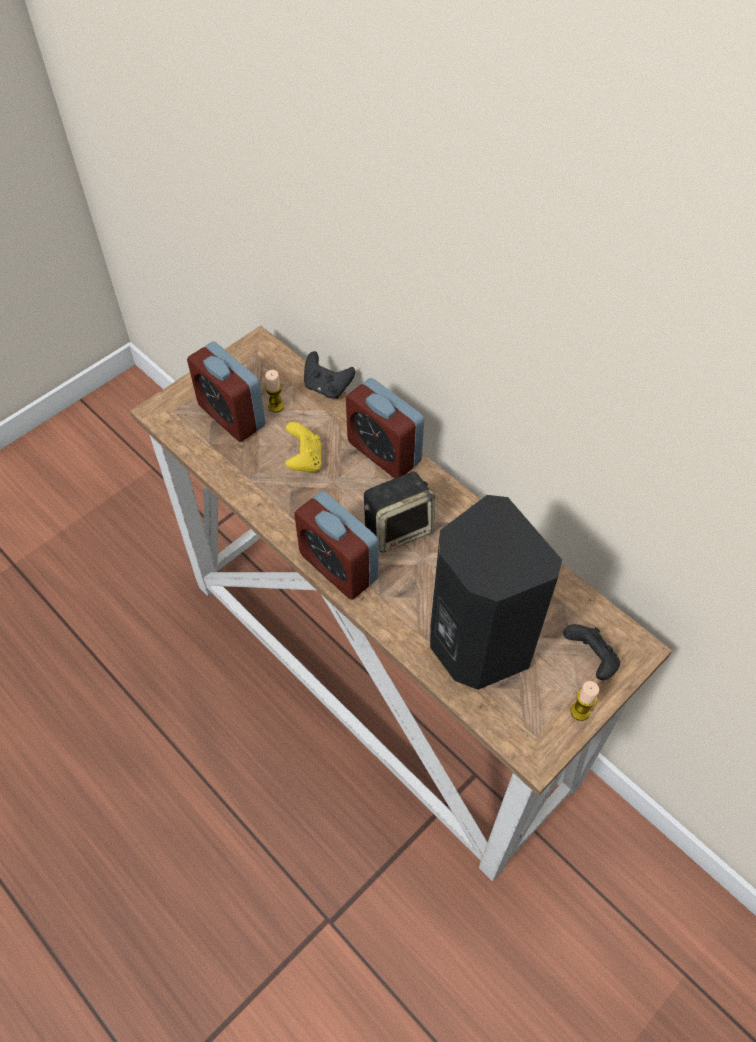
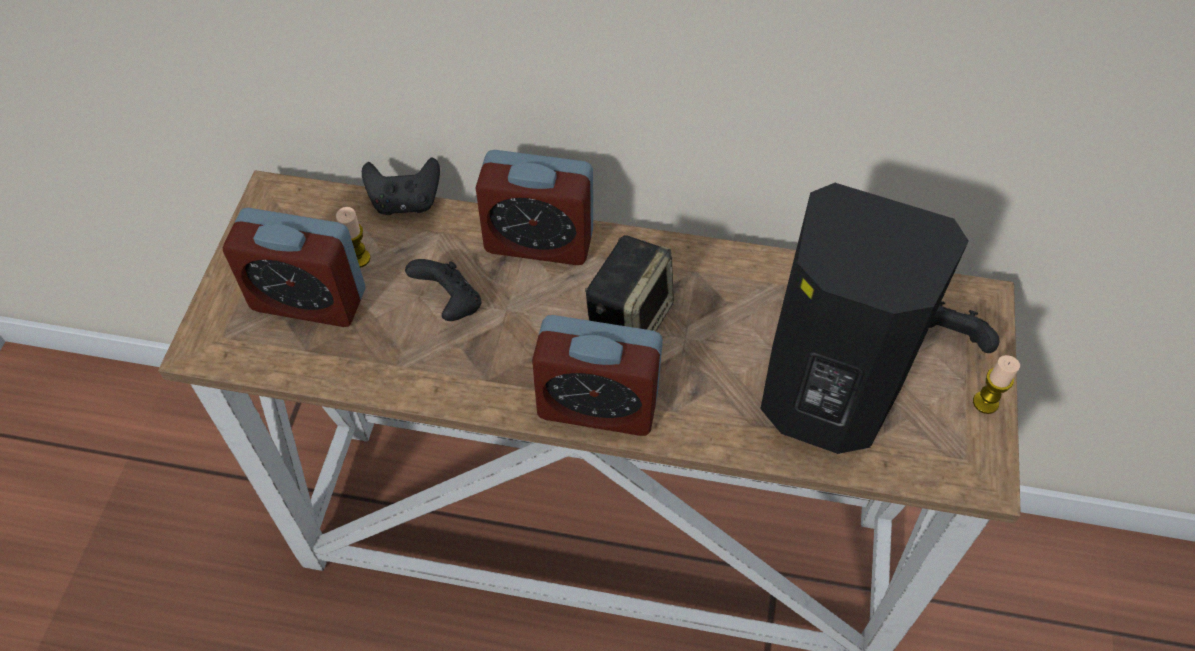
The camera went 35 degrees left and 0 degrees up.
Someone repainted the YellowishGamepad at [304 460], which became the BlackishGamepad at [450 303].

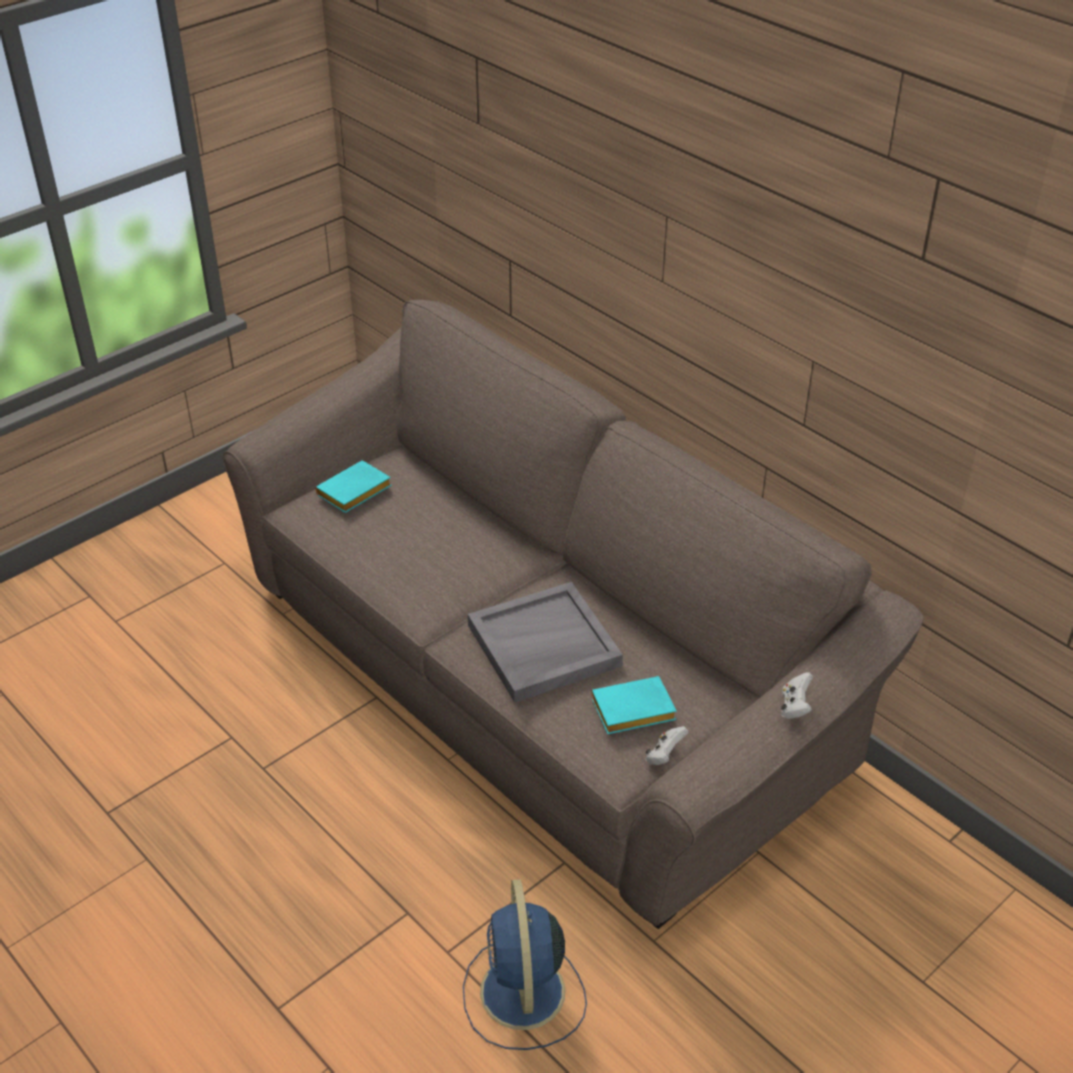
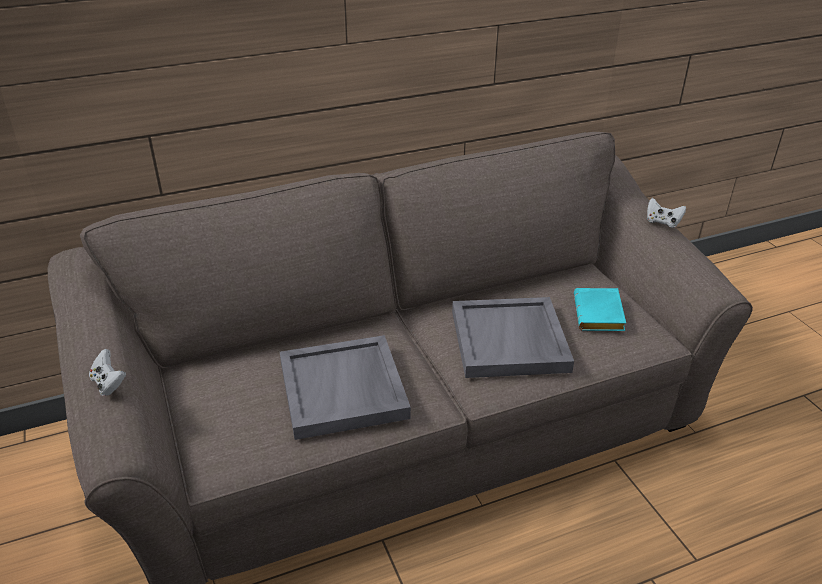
The camera went 70 degrees left and 5 degrees down.
Someone took away the TurquoiseColouredBoundBook at [354 493].
Someone carried the WhitishGamepad from [664 755] to [109 384].
Someone took away the BlueCoolingFan at [523 995].
Someone put down the GrayCarryingTray at [344 390].

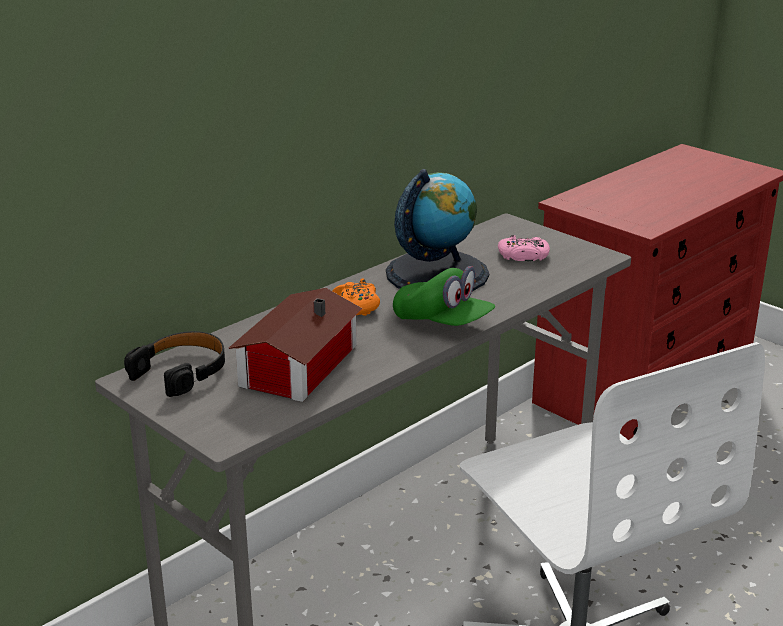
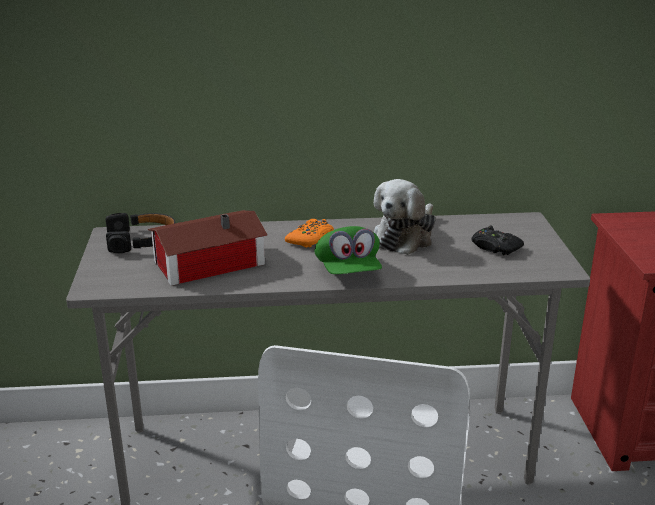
The camera went 40 degrees right and 0 degrees up.
Someone swapped the DeskGlobe at [437 273] for the SoftToy at [405 237].
Someone repainted the PinkColouredGamepad at [523 256], which became the BlackishGamepad at [495 247].

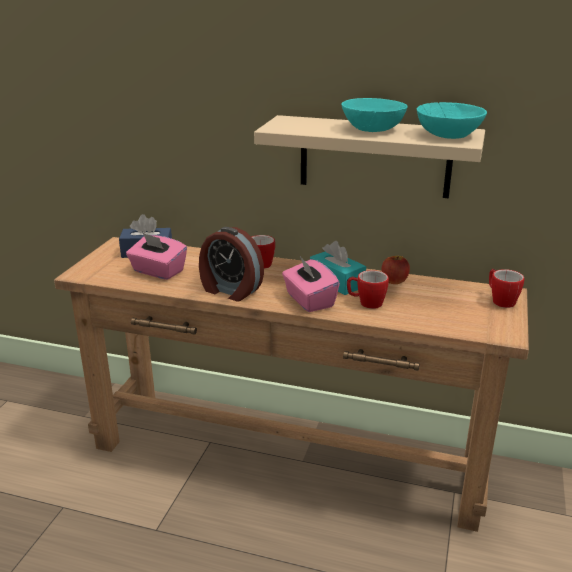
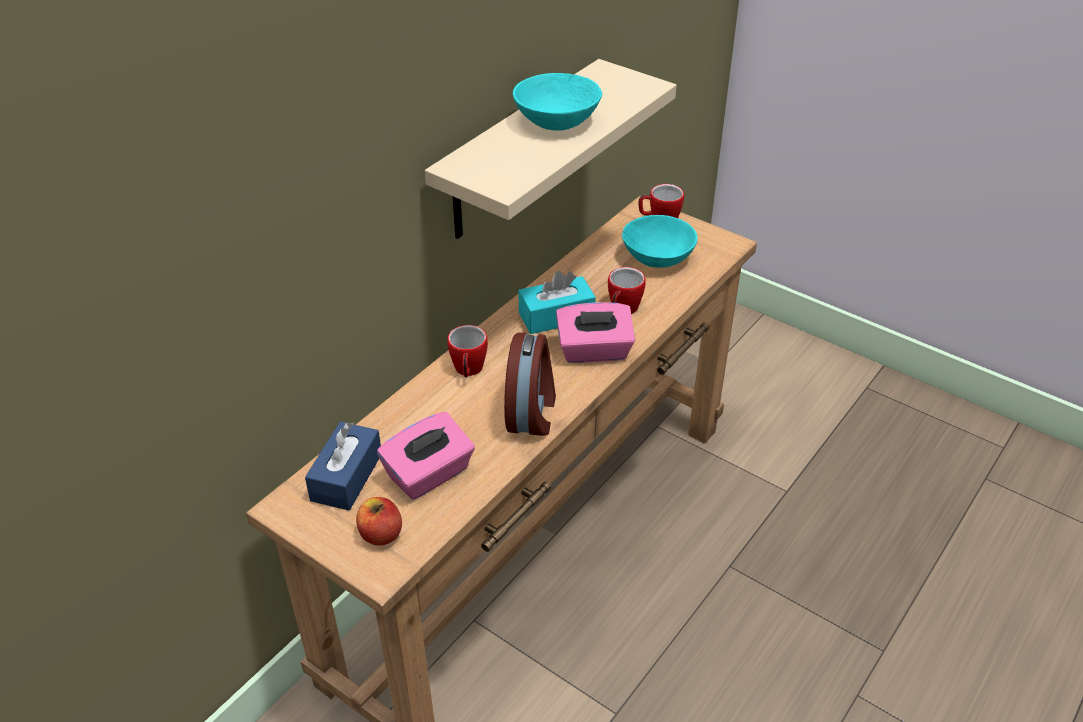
The camera went 70 degrees left and 15 degrees up.
Someone carried the TurquoiseColouredBowl from [448 135] to [657 257].
Someone rotated the BedsideClock at [230 290] by 45 degrees counterclockwise.
Someone carried the Apple from [394 281] to [380 534].

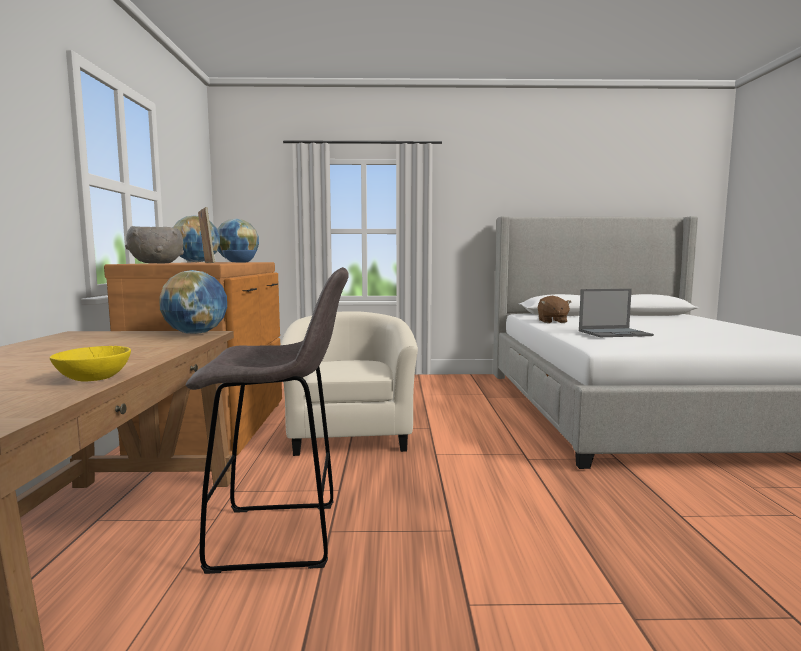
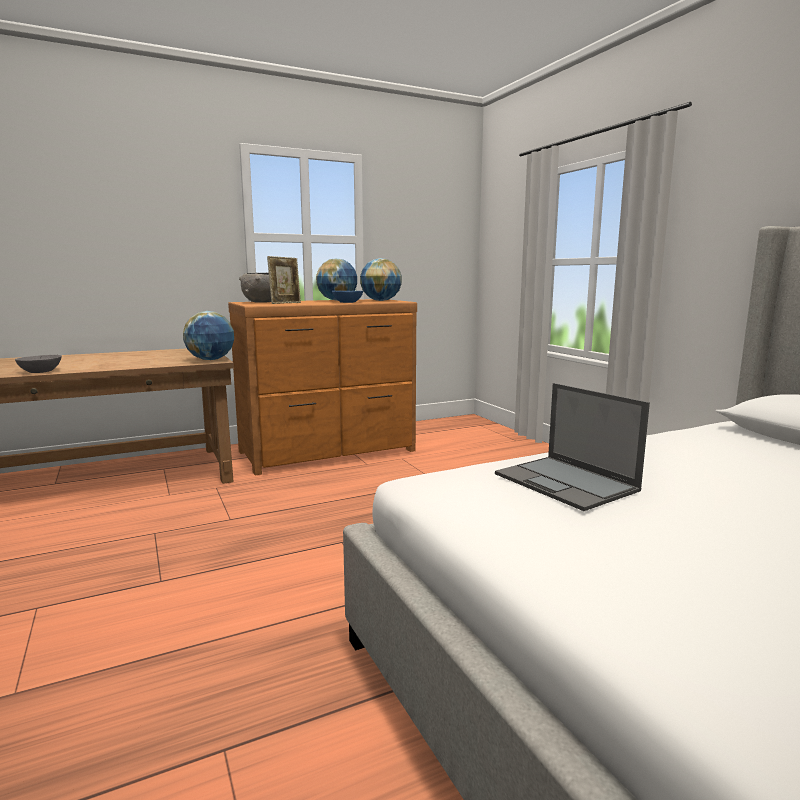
The camera went 65 degrees right and 5 degrees up.
Someone took away the GrayStool at [280 536].
Someone took away the BrownSoftToy at [552 321].
Someone took away the SandColouredArmchair at [350 434].
Someone repainted the YellowishBowl at [95 378], which became the GrayBowl at [41 371].

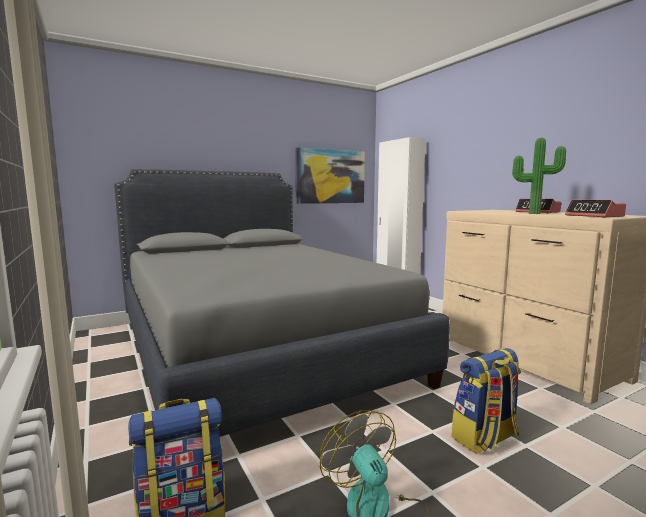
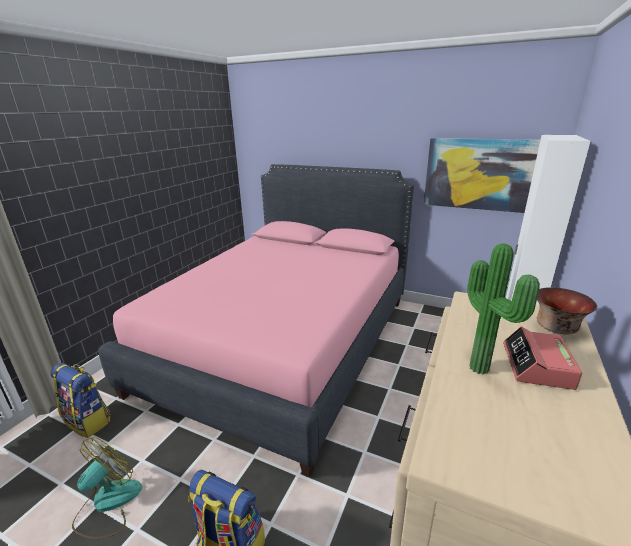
The camera went 55 degrees right and 15 degrees up.
Someone repainted the GrayBed at [256 350], which became the PinkColouredBed at [285 342].
Someone took away the BedsideClock at [594 216].
Someone put down the Bowl at [556 328].

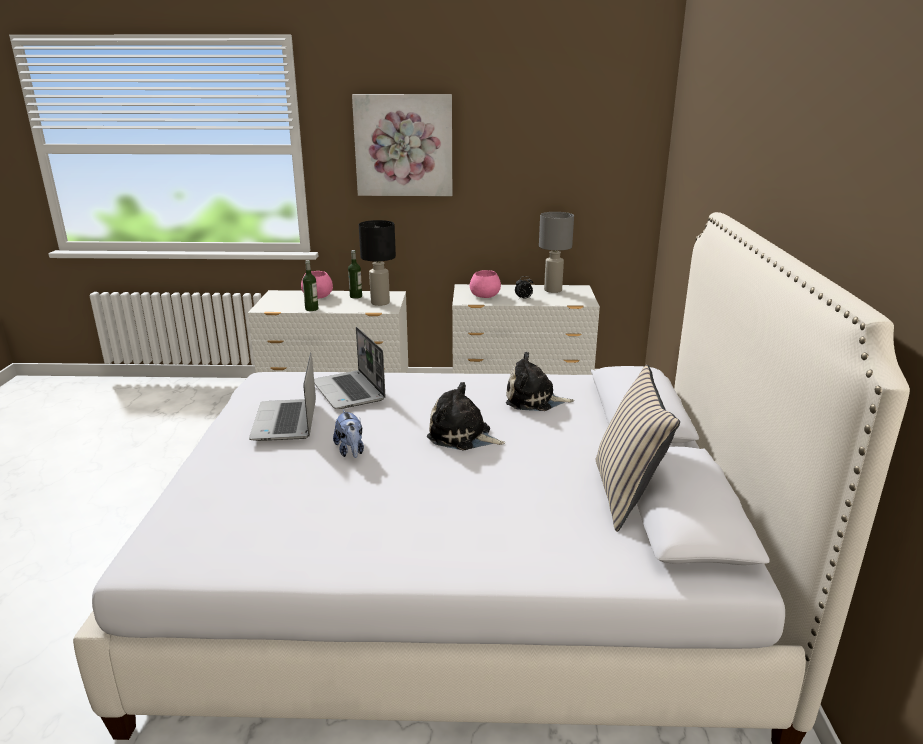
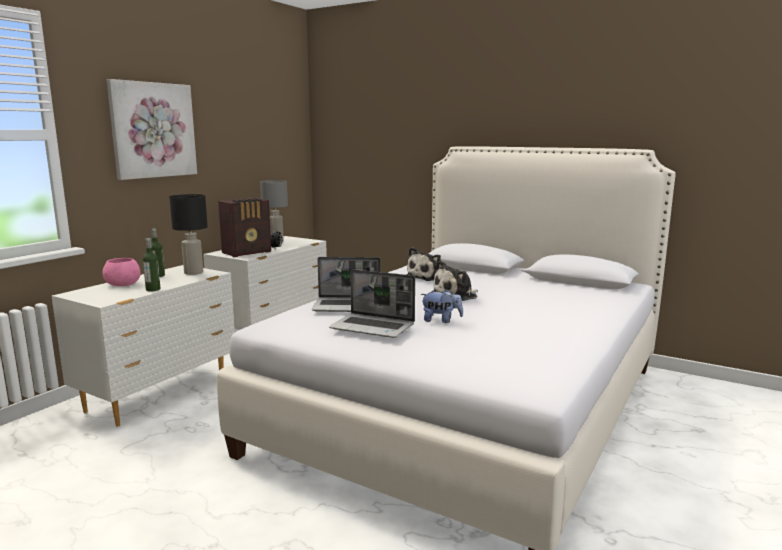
The camera went 60 degrees left and 10 degrees down.
Someone swapped the PinkColouredBowl at [485 295] for the RadioReceiver at [248 252].
Someone took away the SandColouredPillow at [626 493].

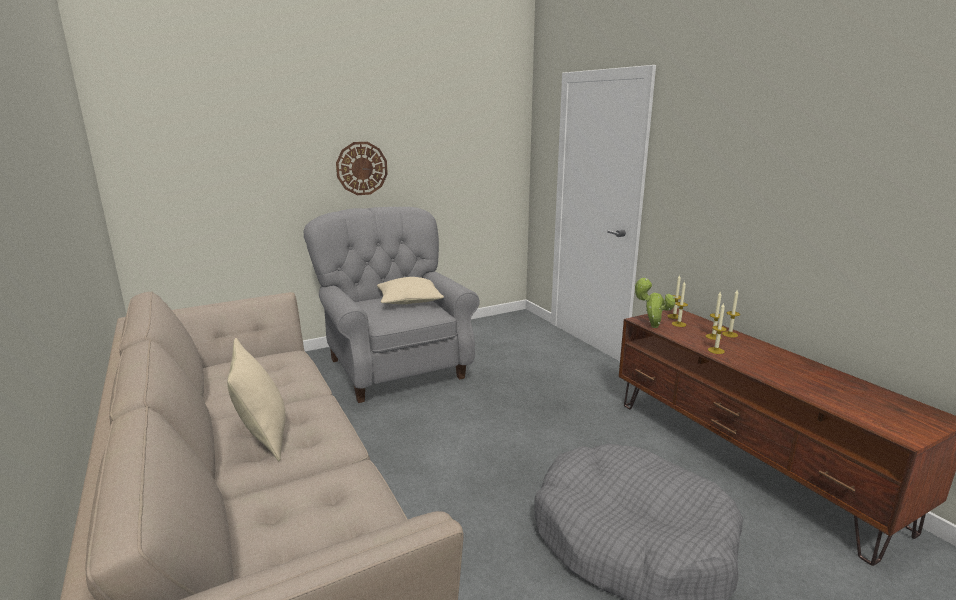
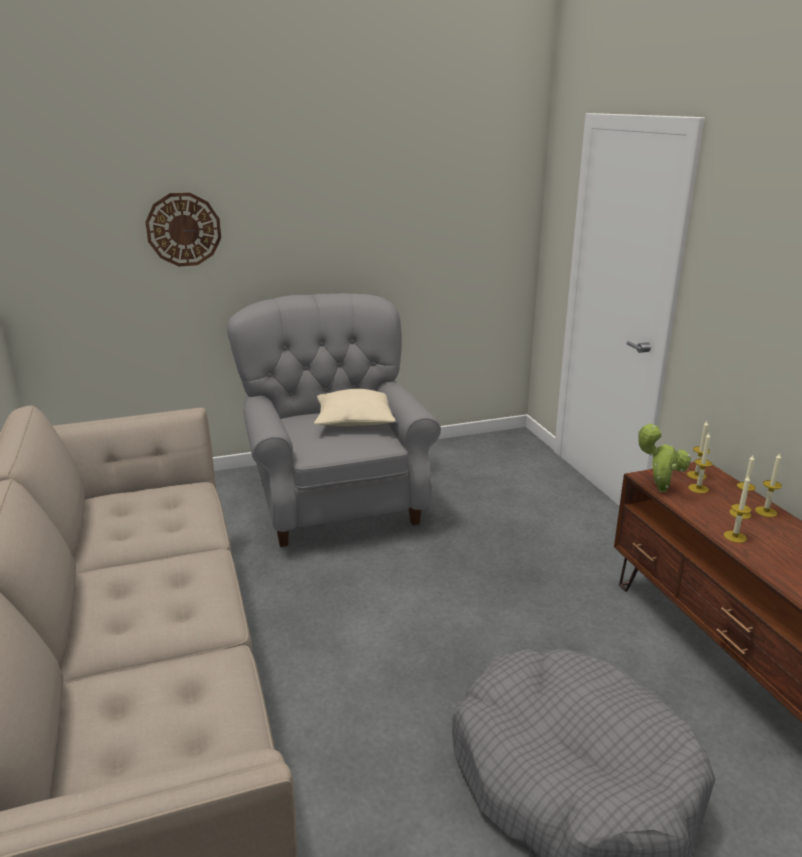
The camera went 10 degrees right and 5 degrees up.
Someone carried the ClockOnTheWall from [361 168] to [183 229].
Someone took away the SandColouredPillow at [264 437].

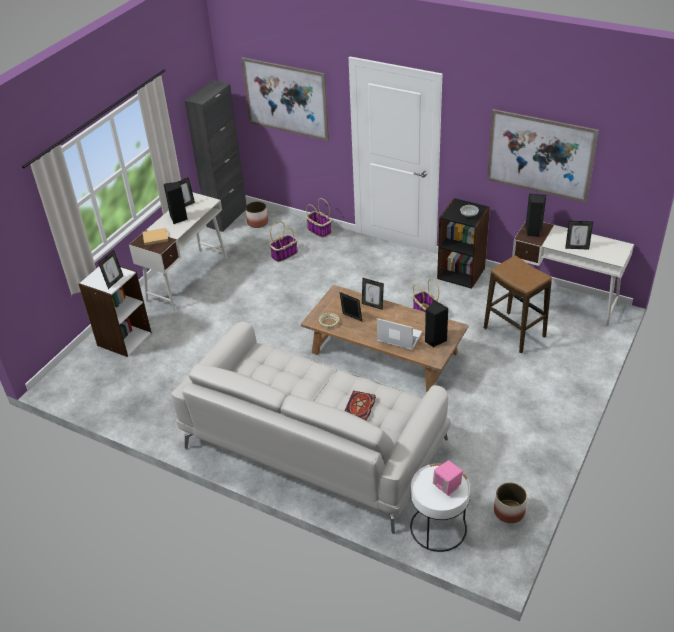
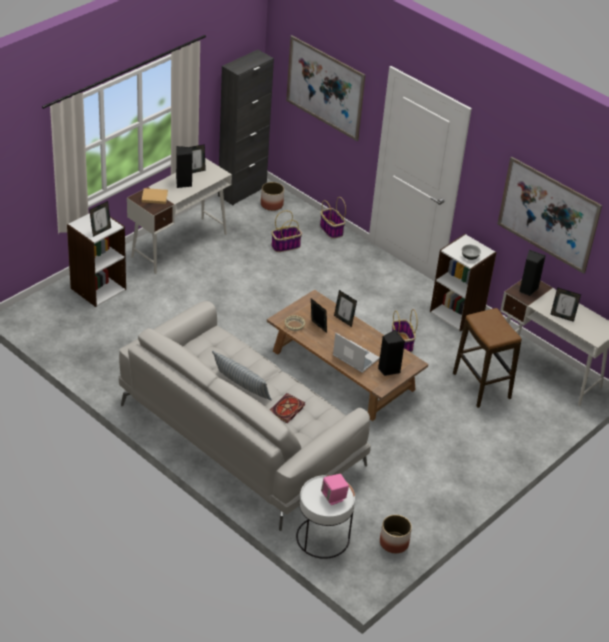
The camera went 10 degrees right and 0 degrees up.
Someone repainted the BlackishBookshelf at [461 273], which became the WhitishBookshelf at [457 313].
Someone put down the Pillow at [241 387].

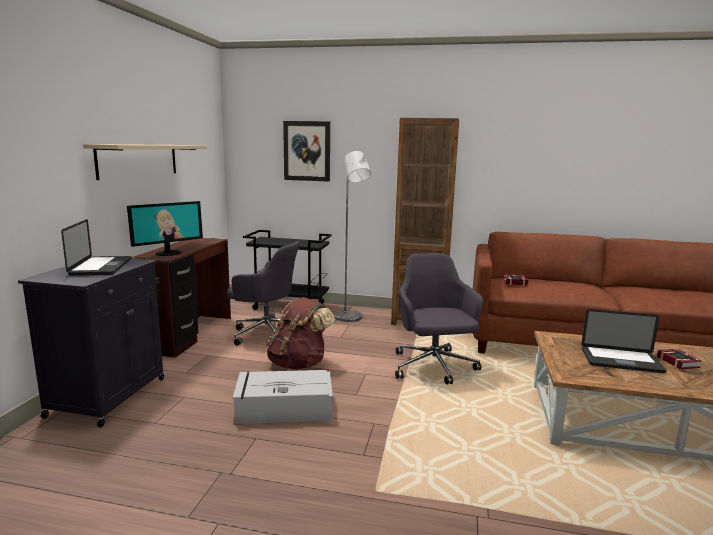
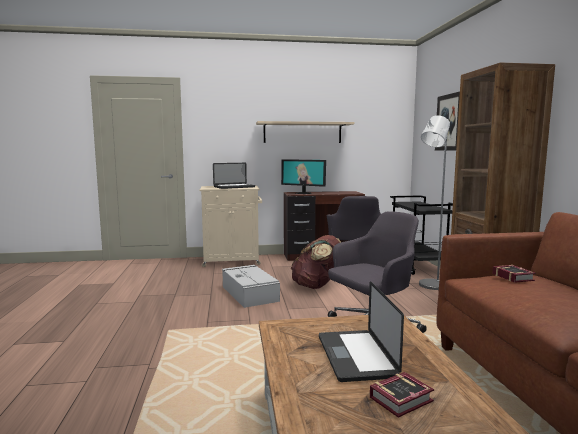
The camera went 70 degrees right and 5 degrees down.
Someone repainted the BlackishStorageCabinet at [109 396], which became the SandColouredStorageCabinet at [232 261].

